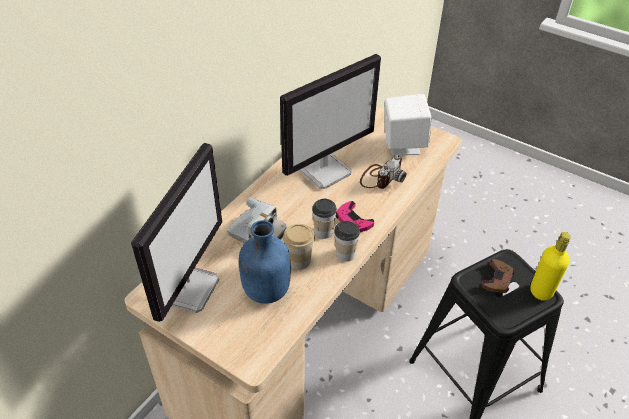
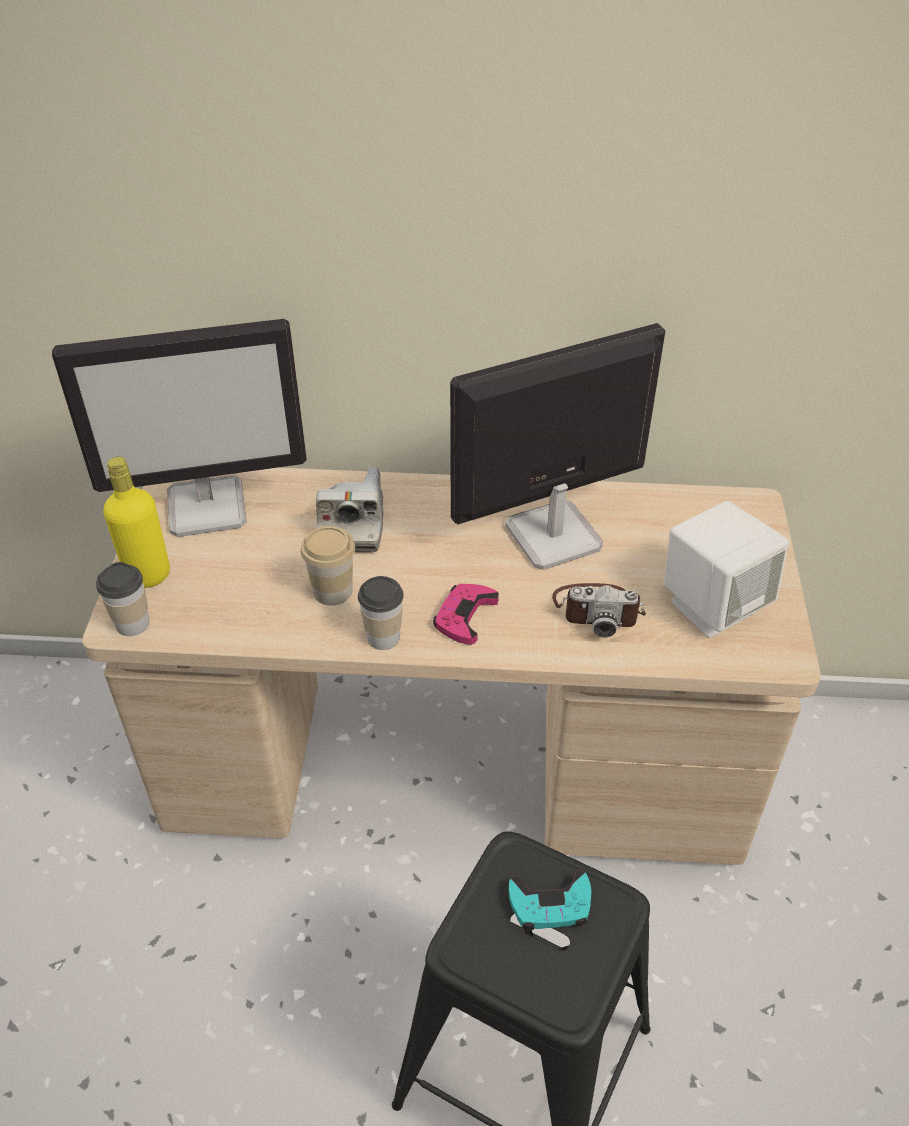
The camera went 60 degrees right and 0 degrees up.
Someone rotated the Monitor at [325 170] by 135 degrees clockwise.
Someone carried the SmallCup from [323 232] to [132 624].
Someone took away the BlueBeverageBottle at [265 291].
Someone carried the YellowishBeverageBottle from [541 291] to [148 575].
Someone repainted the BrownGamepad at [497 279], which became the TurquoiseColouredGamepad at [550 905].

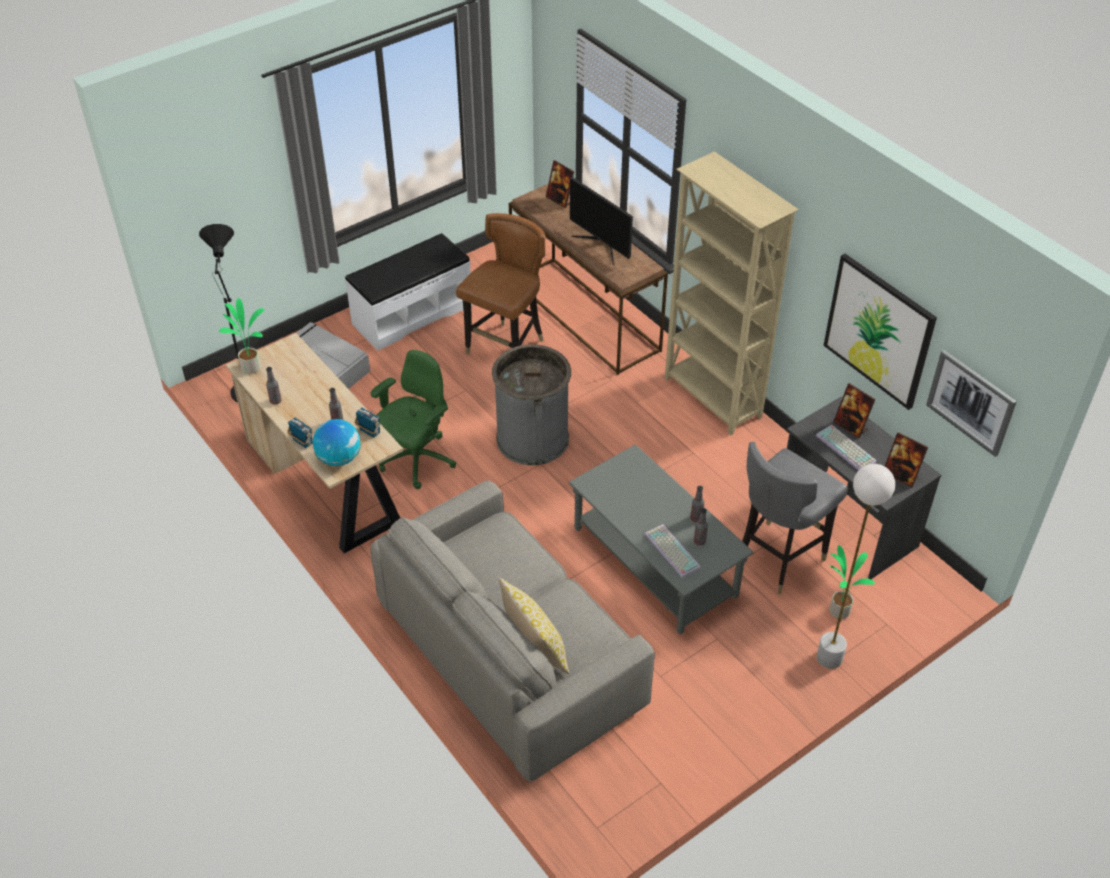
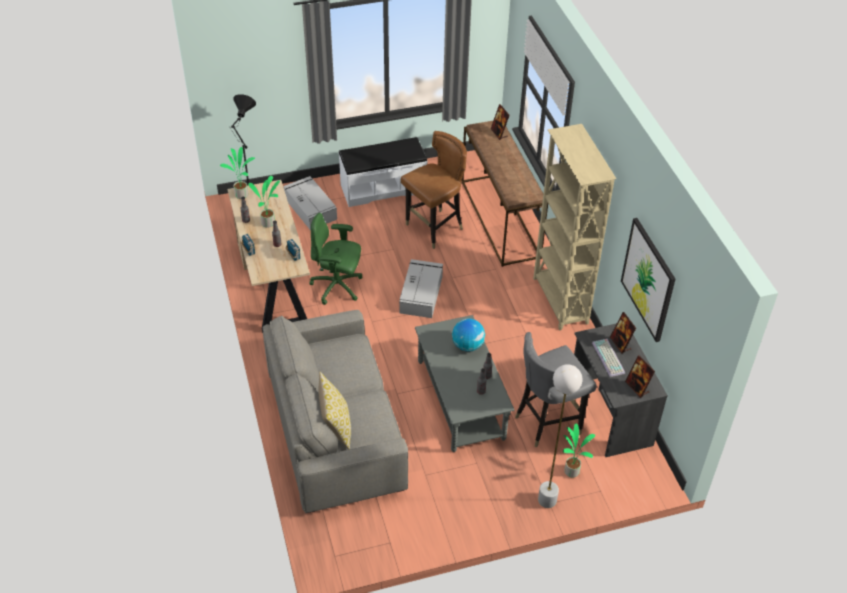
The camera went 20 degrees right and 0 degrees up.
Someone took away the Monitor at [602 244].
Someone swapped the GrayRubbishBin at [532 438] for the GrayStorageBin at [421 293].
Someone rotated the GreenishDeskChair at [416 461] by 135 degrees counterclockwise.
Someone took away the WallPicture at [971 402].
Someone carried the DeskGlobe from [339 458] to [467 345].
Someone took away the ComputerKeyboard at [670 551].
Someone put down the PottedPlant at [269 223].

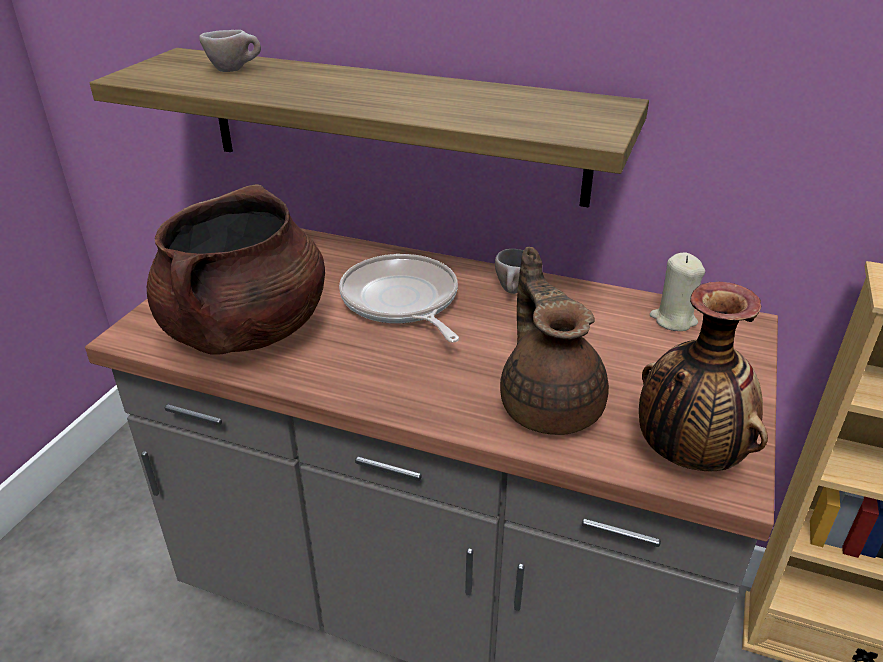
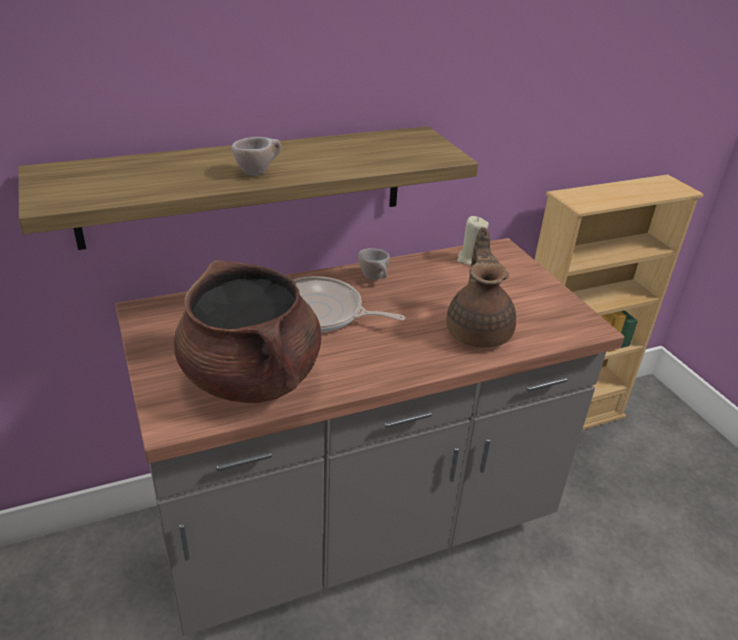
The camera went 45 degrees left and 0 degrees up.
Someone carried the SandColouredSmallCup from [235 70] to [258 172].
Someone rotated the BrownTeapot at [549 404] by 60 degrees clockwise.
Someone took away the Vase at [686 455].

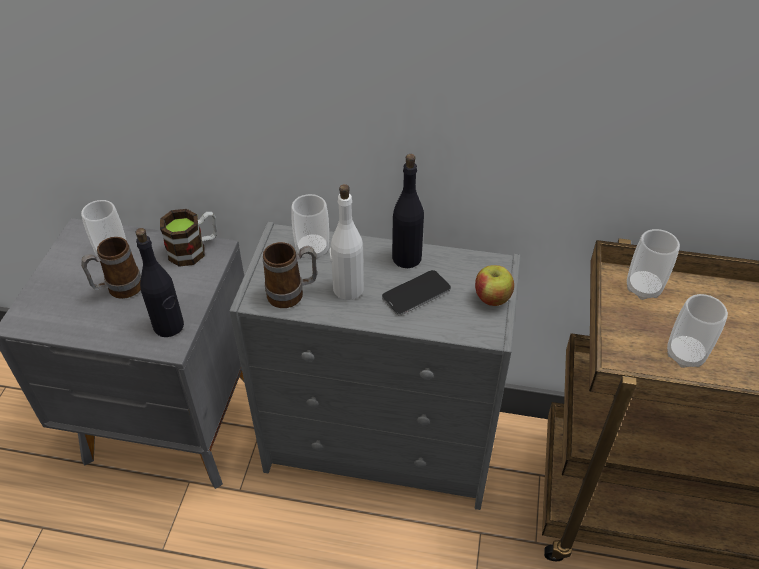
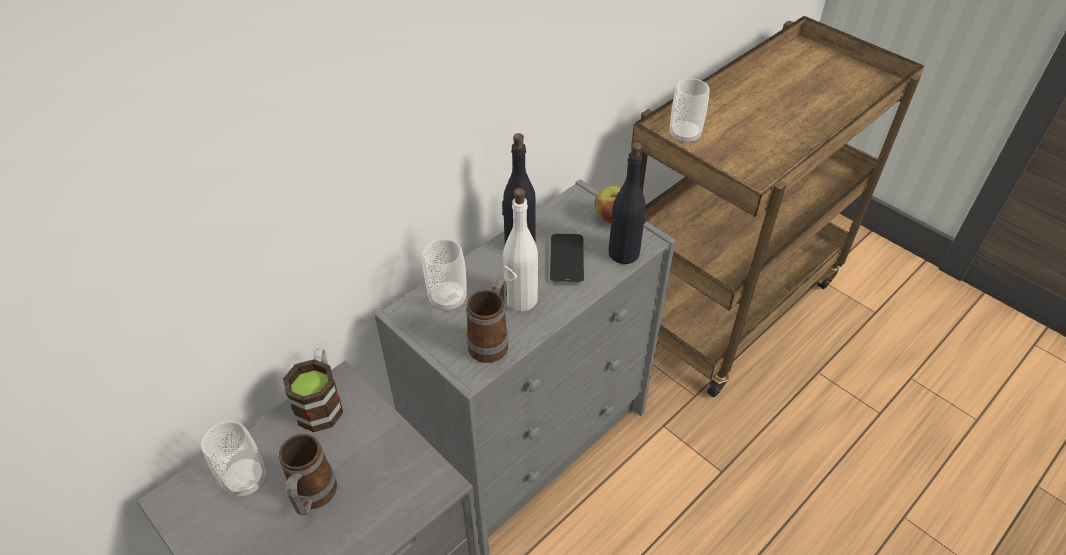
The camera went 55 degrees left and 0 degrees up.
Someone carried the BlackishBeverageBottle from [169 326] to [624 253].
Someone took away the SmallCup at [685 355].

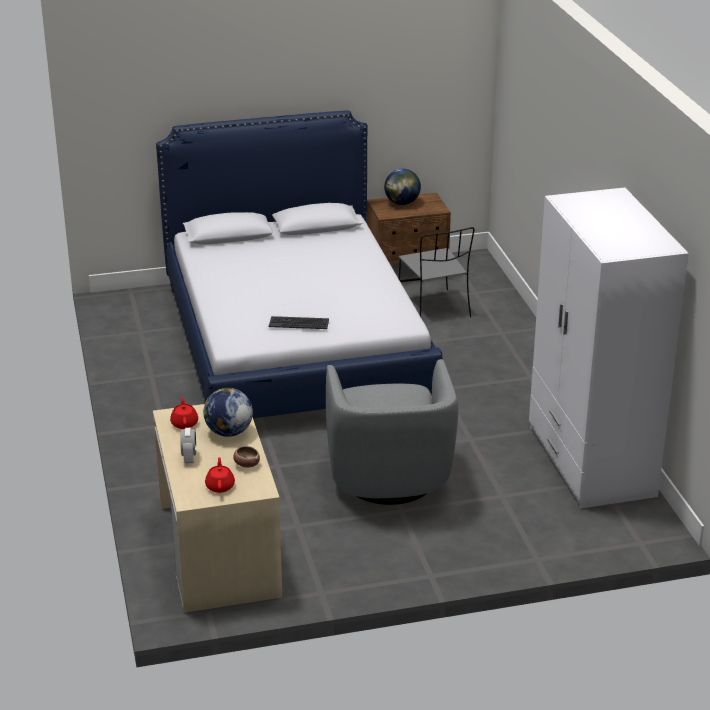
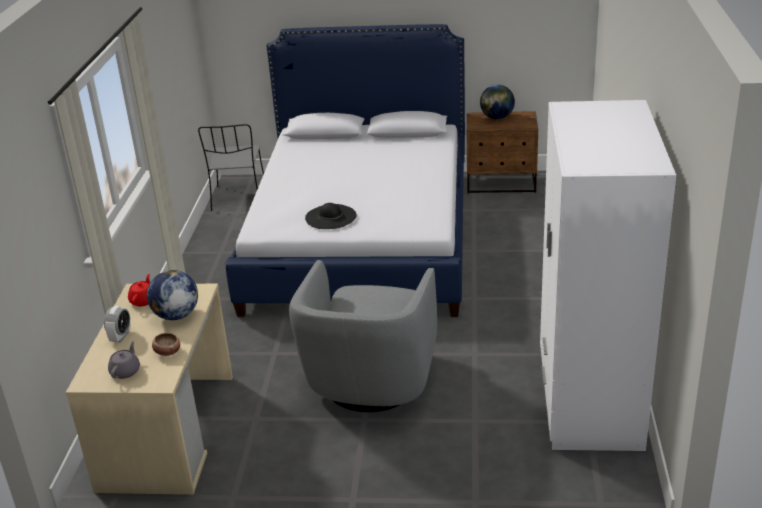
The camera went 20 degrees right and 0 degrees up.
Someone carried the GrayChair from [434 309] to [239 198].
Someone swapped the ComputerKeyboard at [299 323] for the BlackishWearableHat at [330 217].
Someone repainted the ReddishTeapot at [220 486], which became the GrayTeapot at [126 371].

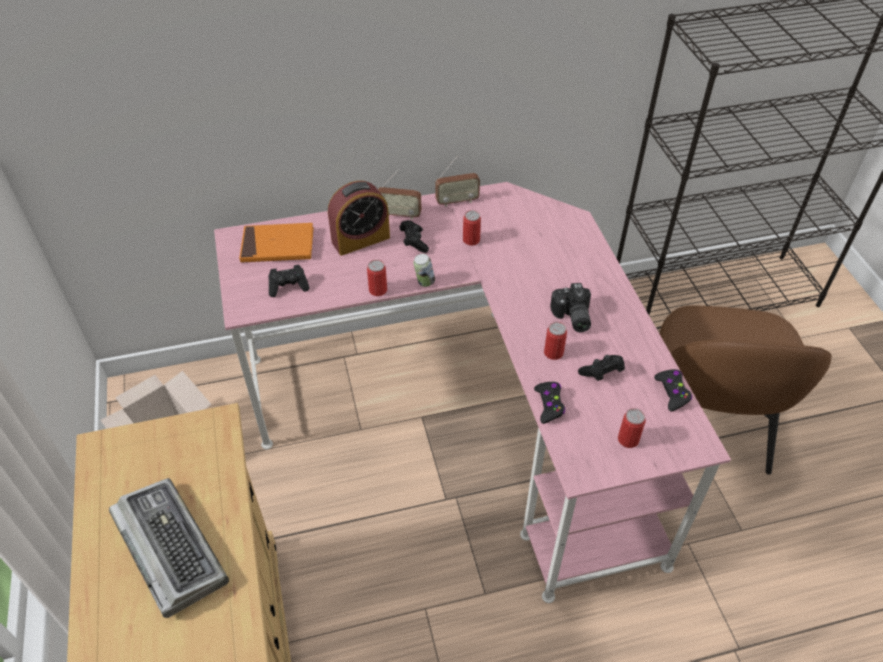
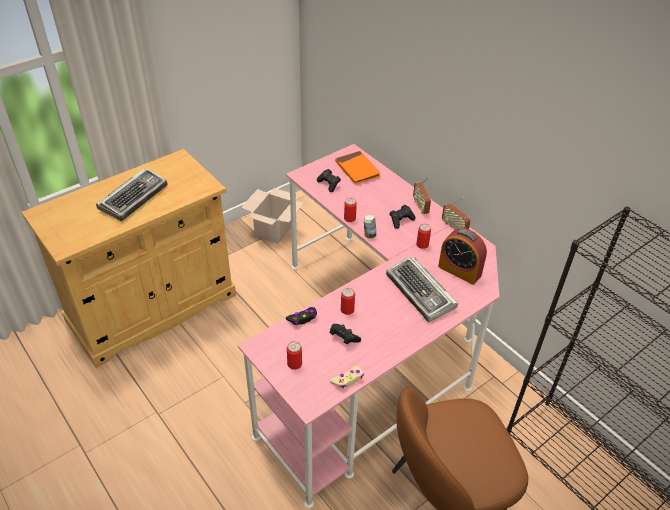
The camera went 65 degrees right and 5 degrees down.
Someone carried the BedsideClock from [360 239] to [459 270].
Someone took away the StillCamera at [571 317].
Someone repainted the BlackishGamepad at [672 392], which became the SandColouredGamepad at [348 379].
Someone put down the ComputerKeyboard at [421 293].

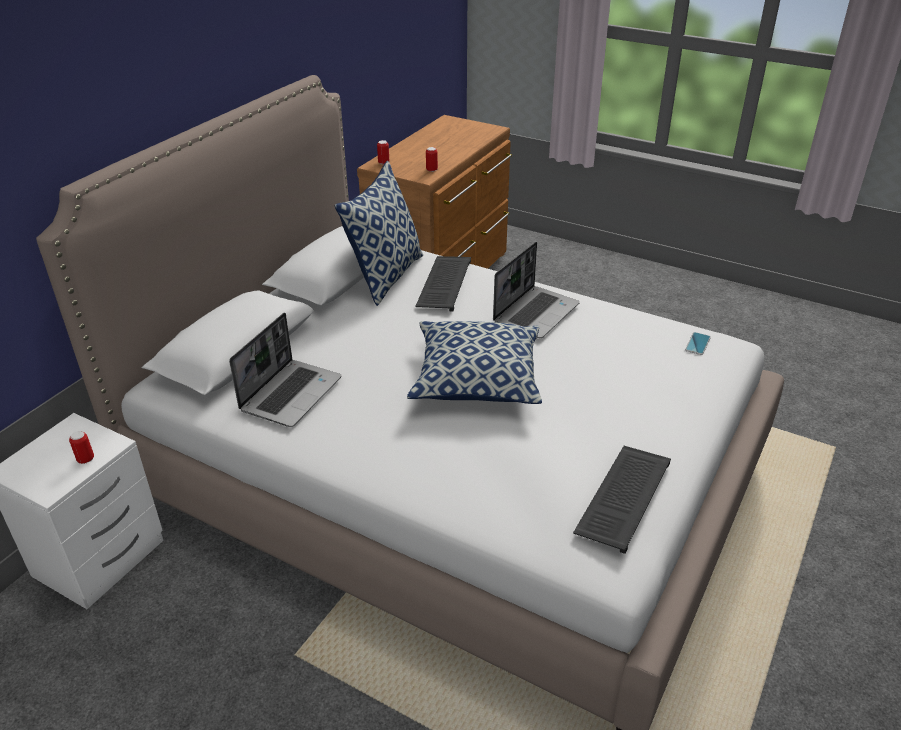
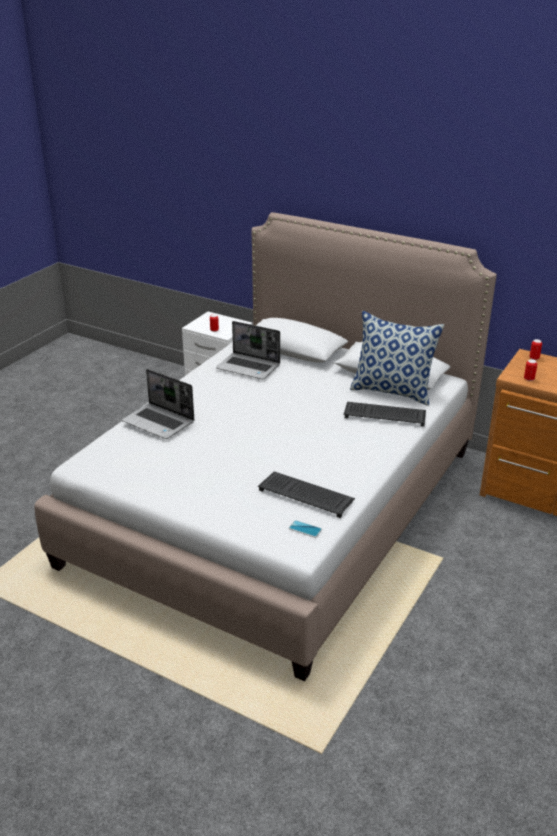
The camera went 90 degrees right and 5 degrees down.
Someone carried the Laptop from [536 313] to [159 422].
Someone took away the Pillow at [476 379].
Someone carried the ComputerKeyboard from [622 496] to [307 495].

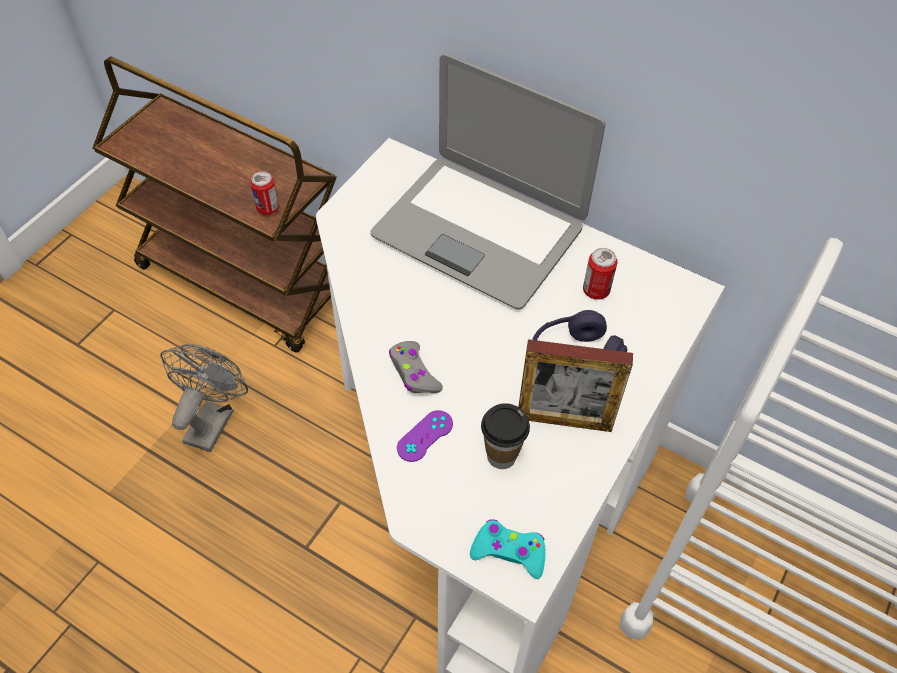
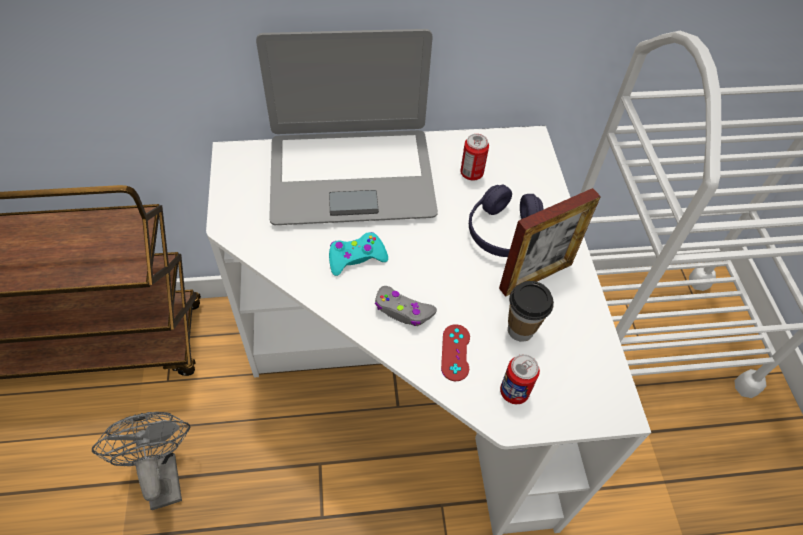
The camera went 40 degrees left and 0 degrees up.
Someone carried the SealedCan from [268 208] to [514 392].
Someone repainted the PurplishGamepad at [425 436], which became the ReddishGamepad at [455 352].
Someone carried the TurquoiseColouredGamepad from [509 552] to [356 258].

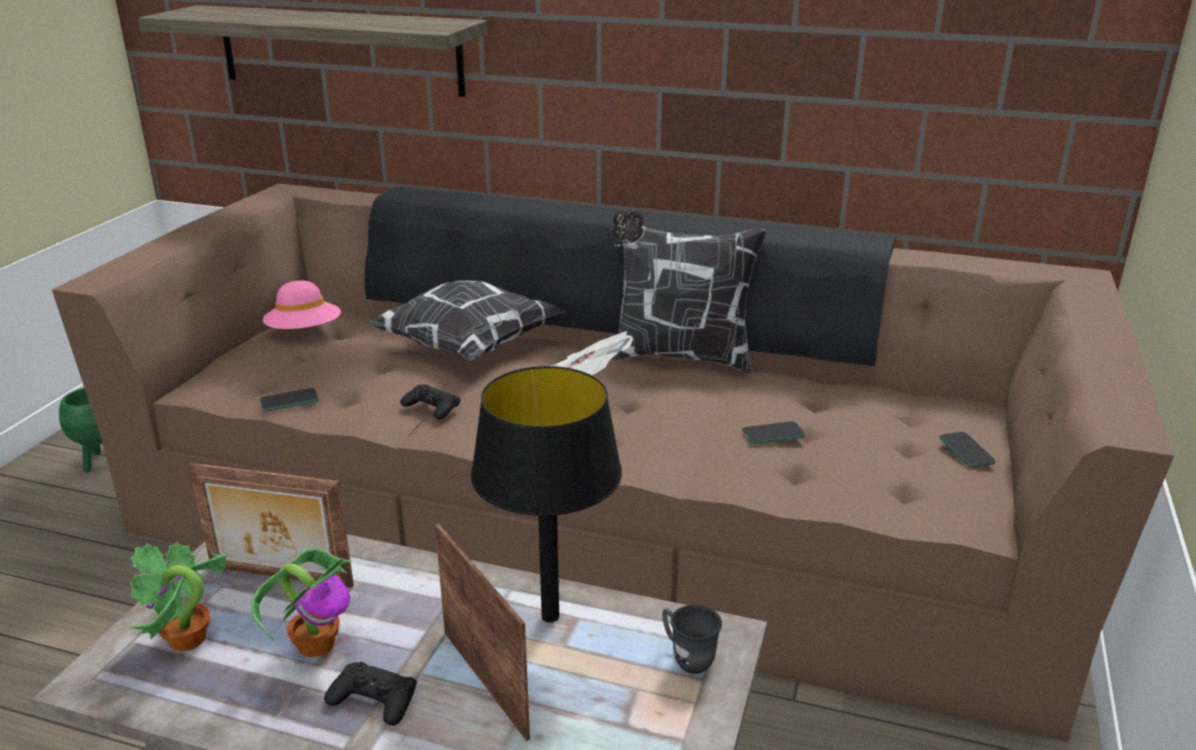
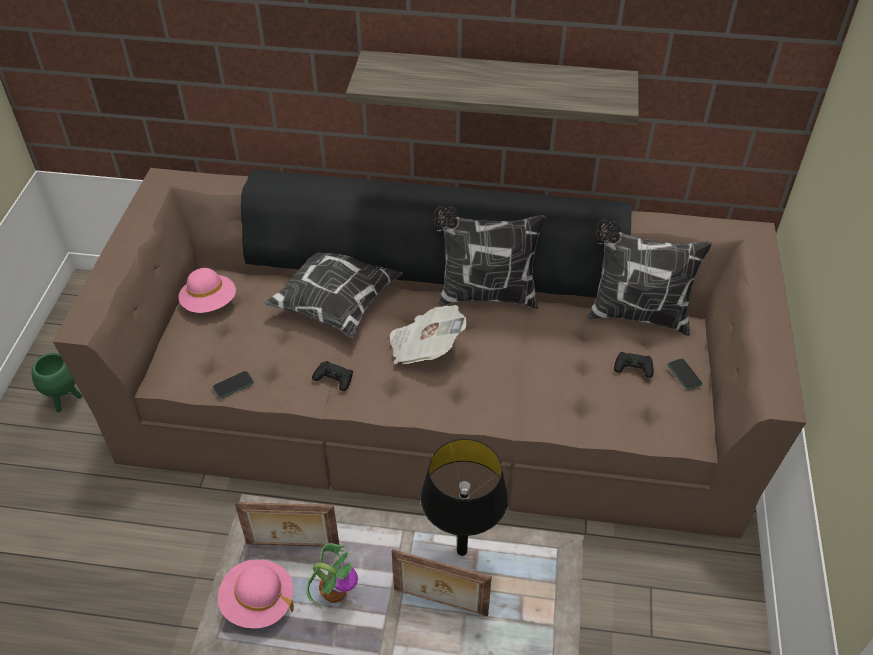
The camera went 10 degrees left and 20 degrees up.
Someone carried the BracketShelf from [340 50] to [496 87].
Someone took away the Telephone at [773 434].
Someone rotated the PhotoFrame at [487 681] by 150 degrees clockwise.
Someone swapped the PottedPlant at [187 640] for the PinkColouredWearableHat at [258 602].
Someone took away the GrayTeaMug at [686 657].
Someone carried the BlackishGamepad from [374 699] to [633 367].
Someone put down the Pillow at [636 314].

